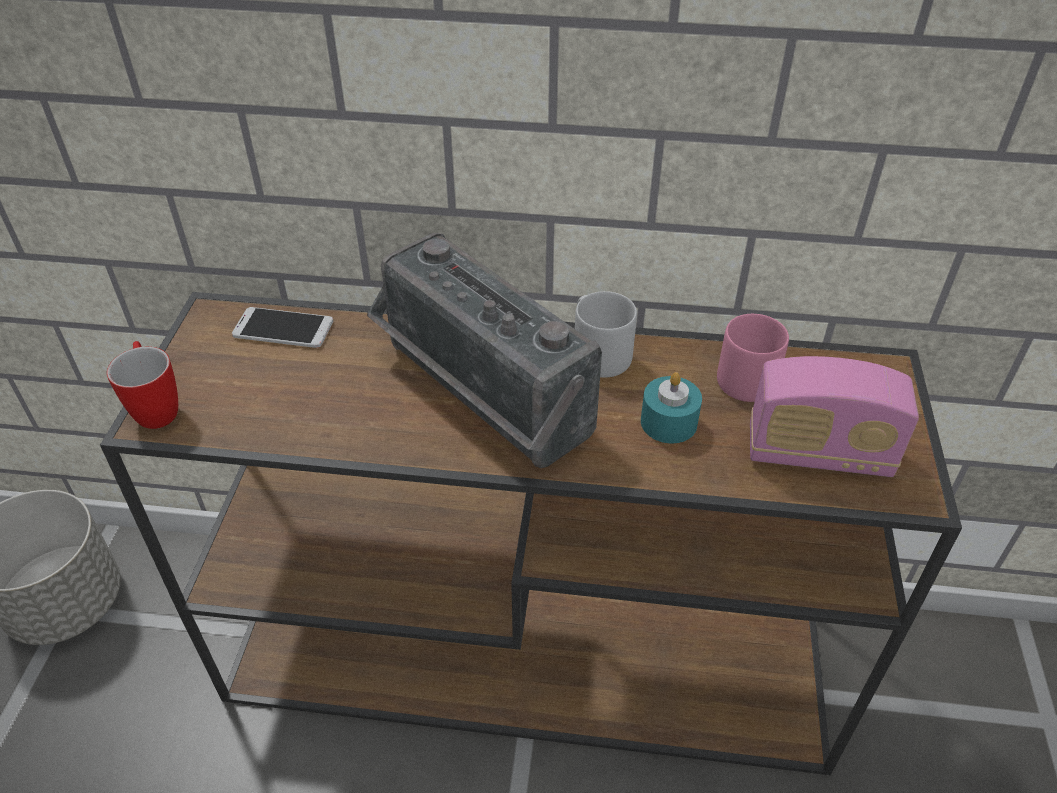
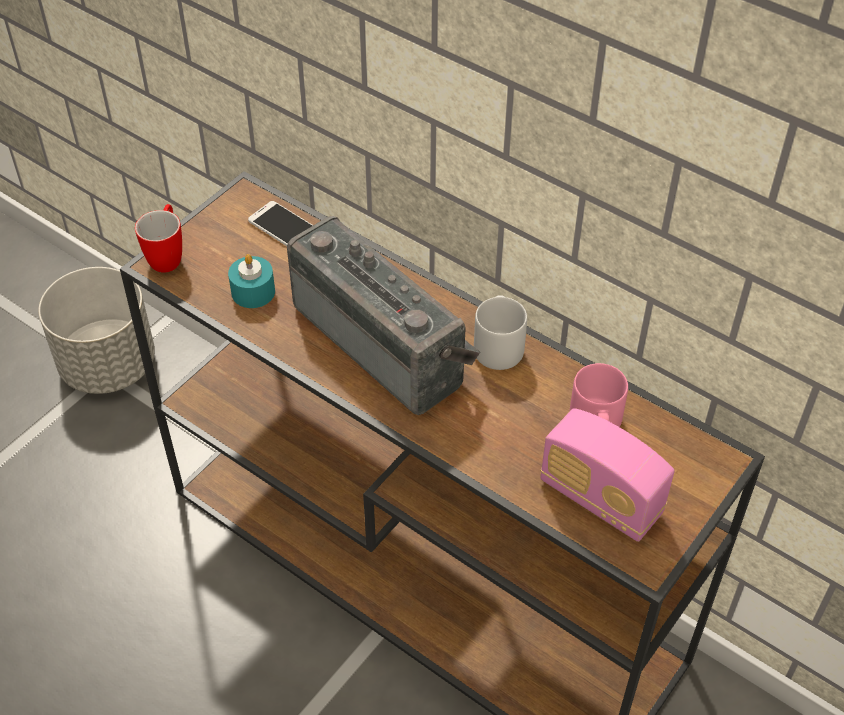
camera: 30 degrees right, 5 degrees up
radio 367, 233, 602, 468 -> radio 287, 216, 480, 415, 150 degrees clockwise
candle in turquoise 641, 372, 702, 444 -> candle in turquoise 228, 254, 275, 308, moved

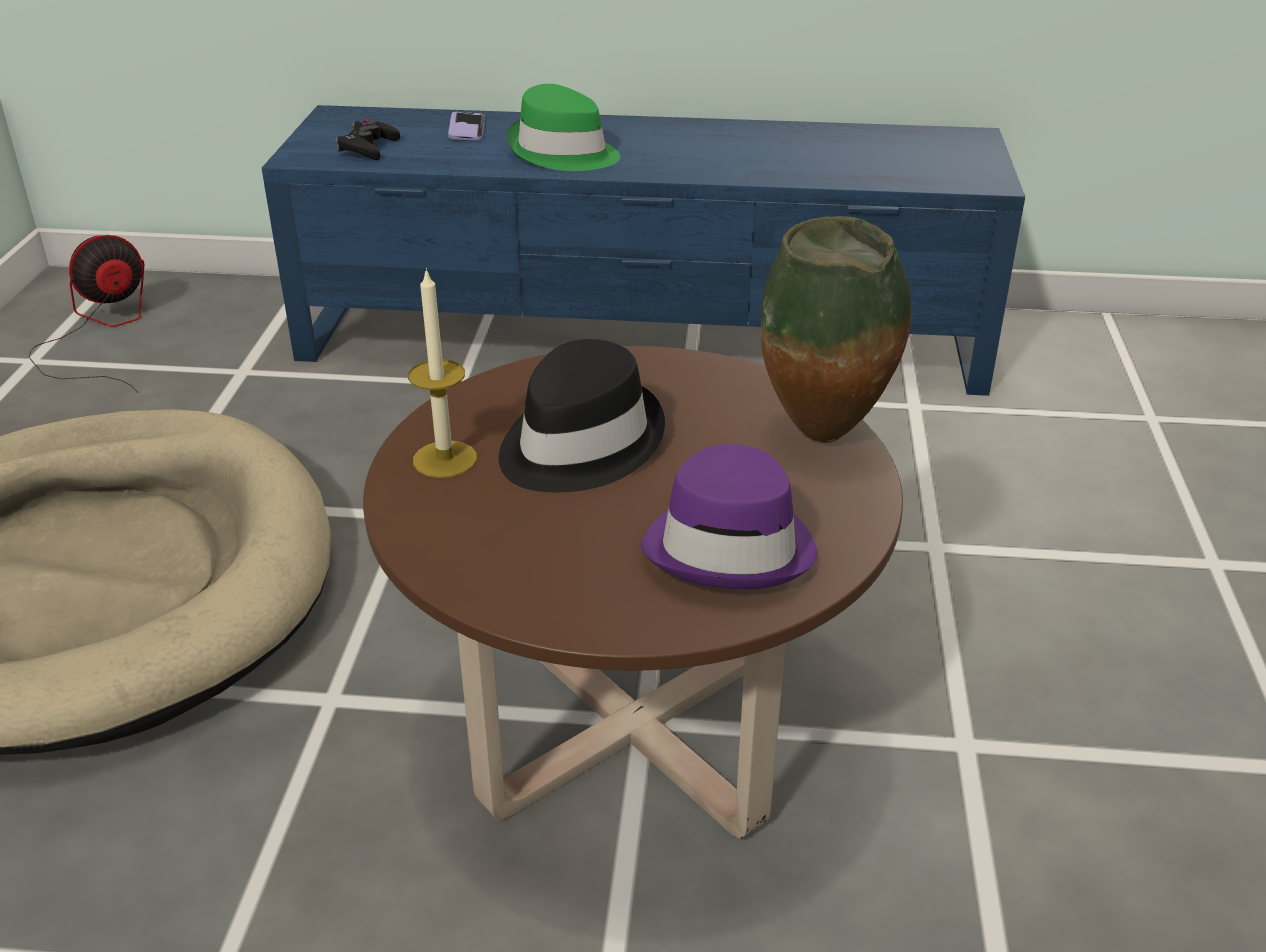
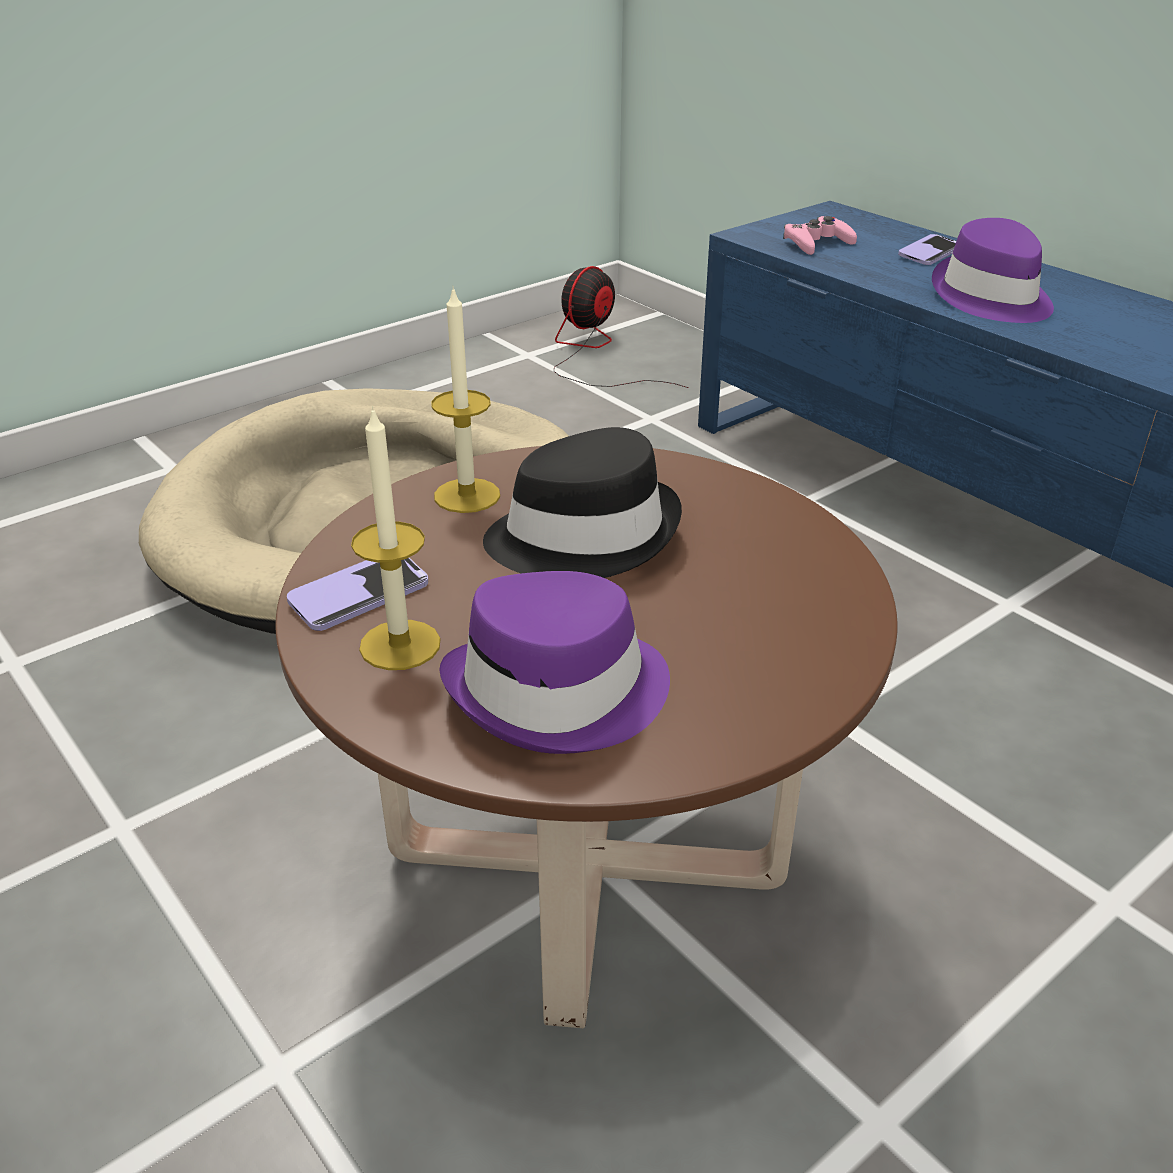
camera: 45 degrees right, 0 degrees up
hat in green 507, 84, 620, 171 -> hat in purple 932, 218, 1054, 323
game controller in black 335, 120, 400, 160 -> game controller in pink 783, 216, 857, 255
vase 761, 216, 911, 443 -> none
fan 29, 235, 144, 393 -> fan 554, 266, 689, 388, 60 degrees counterclockwise
none -> candle 351, 406, 441, 670
none -> phone 287, 558, 428, 631

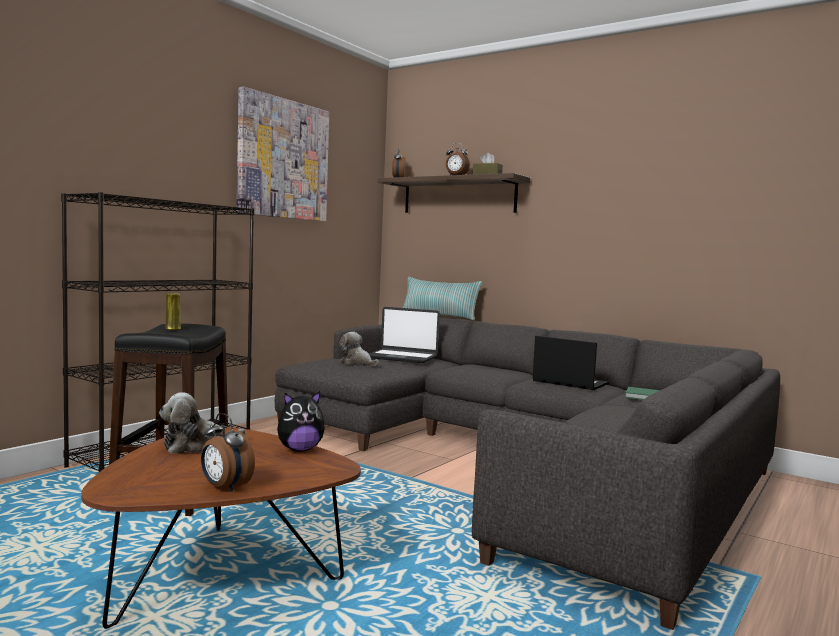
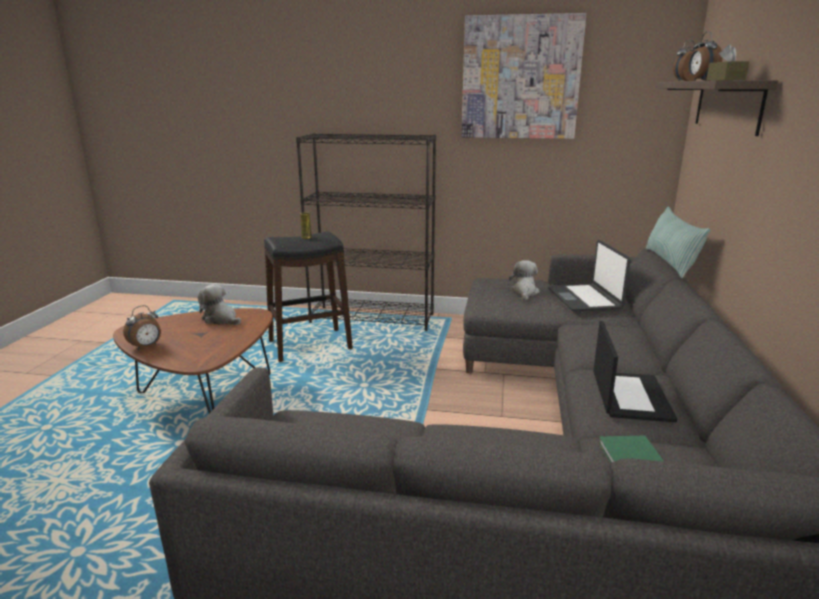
camera: 65 degrees right, 15 degrees up
plush toy 277, 391, 325, 451 -> none
alarm clock 201, 413, 255, 492 -> alarm clock 123, 305, 161, 350, 150 degrees counterclockwise

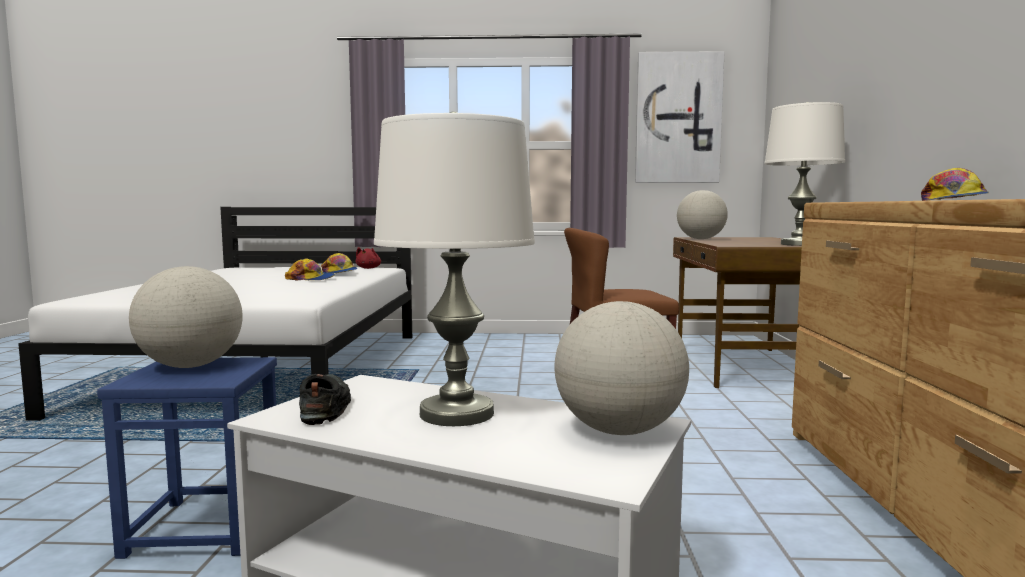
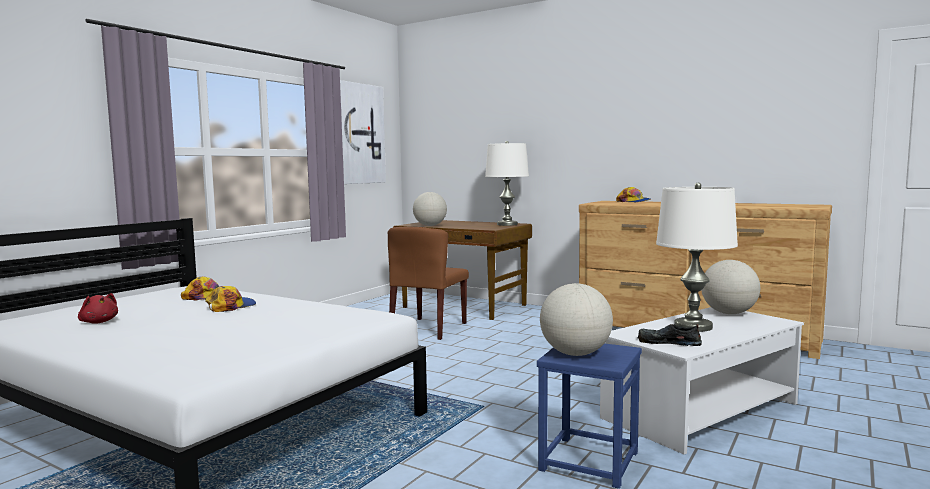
camera: 60 degrees left, 0 degrees up
plush toy in red 356, 247, 381, 269 -> plush toy in red 78, 293, 118, 324, moved

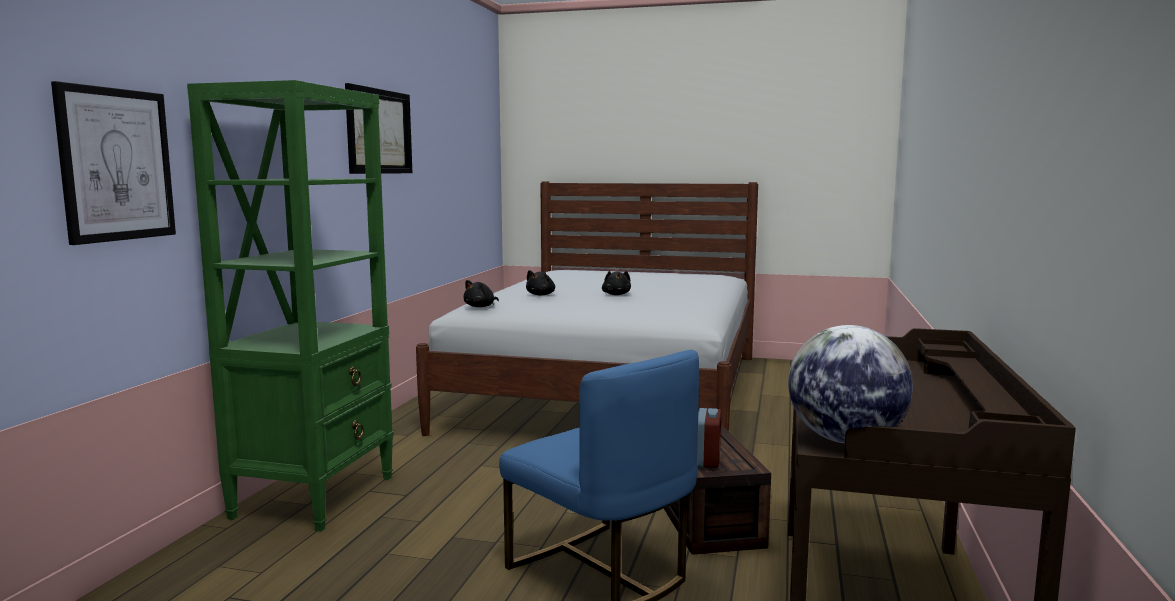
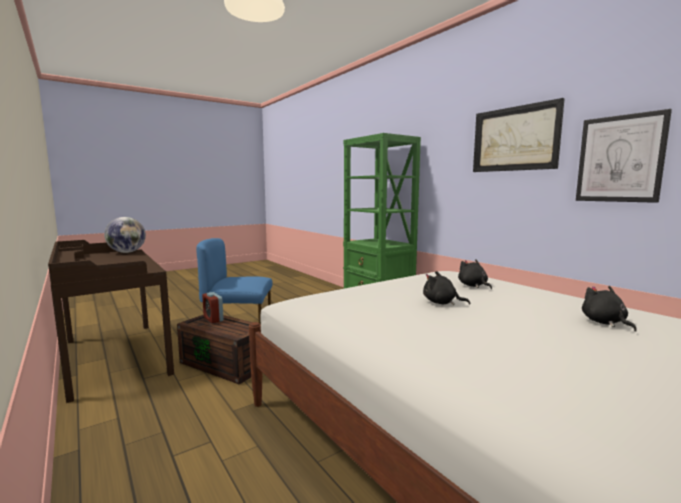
camera: 130 degrees right, 0 degrees up
picture 51, 81, 176, 245 -> picture 576, 109, 672, 203, moved
plush toy in black 463, 280, 499, 307 -> plush toy in black 582, 286, 637, 332, moved

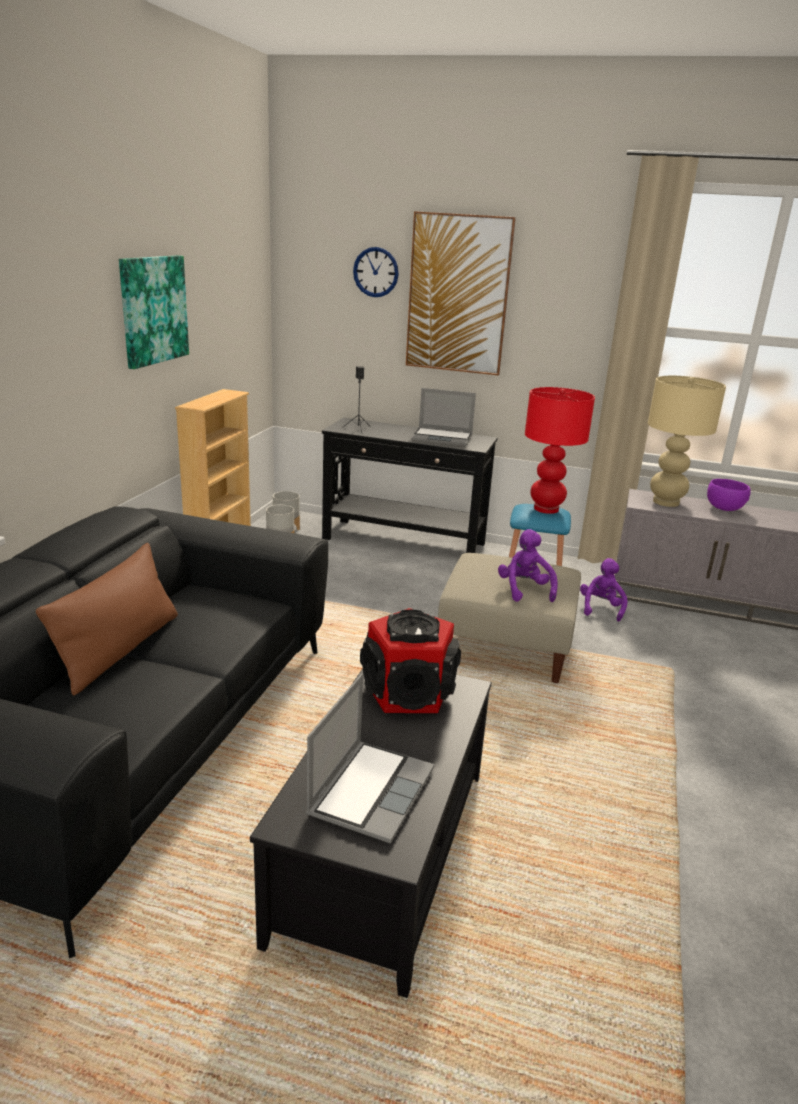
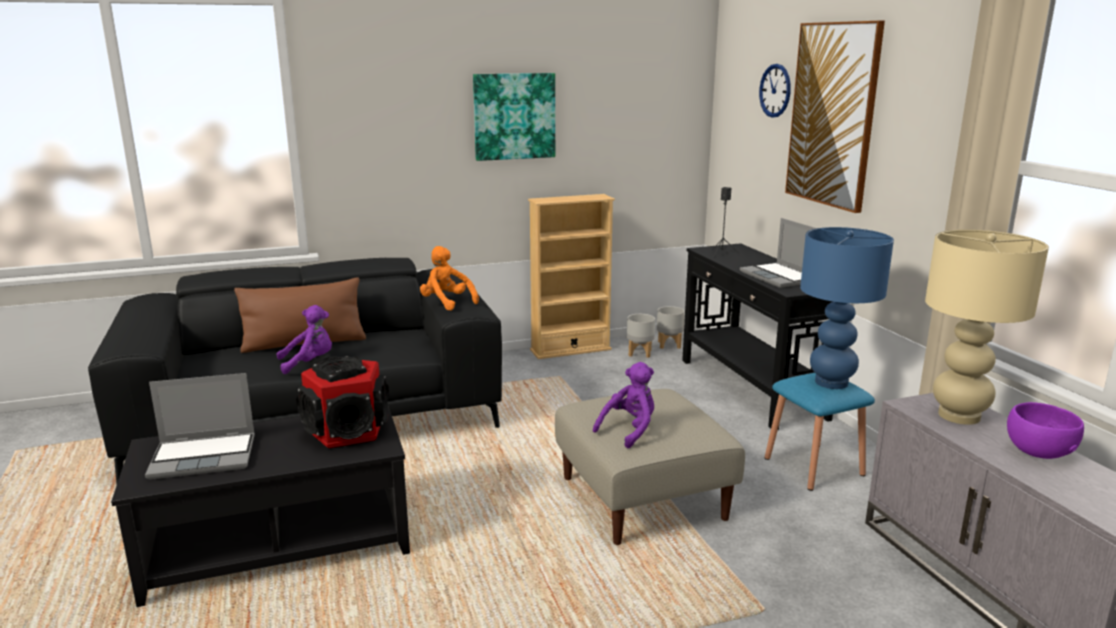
camera: 55 degrees right, 5 degrees down
table lamp in red 525, 387, 595, 514 -> table lamp in blue 800, 227, 894, 389
plush toy in purple 580, 558, 628, 622 -> plush toy in purple 276, 305, 332, 374, moved
none -> plush toy in orange 420, 246, 479, 311

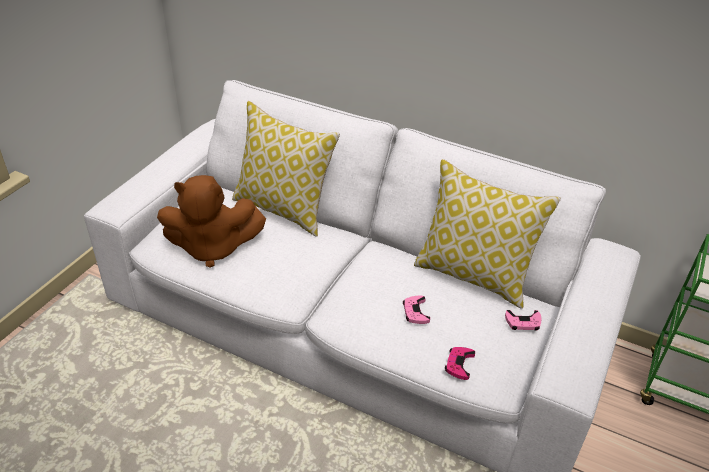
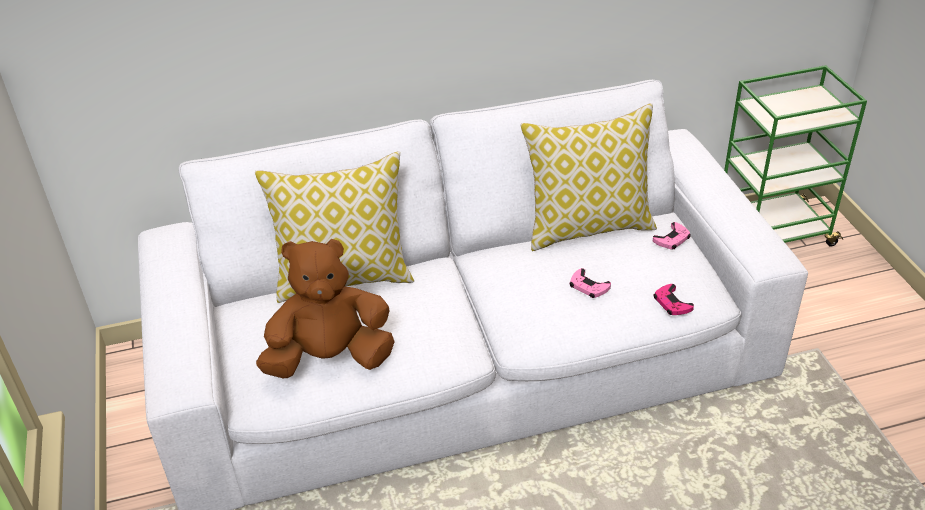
camera: 40 degrees left, 0 degrees up
plush toy in brown 157, 175, 266, 268 -> plush toy in brown 256, 239, 395, 378, 150 degrees counterclockwise

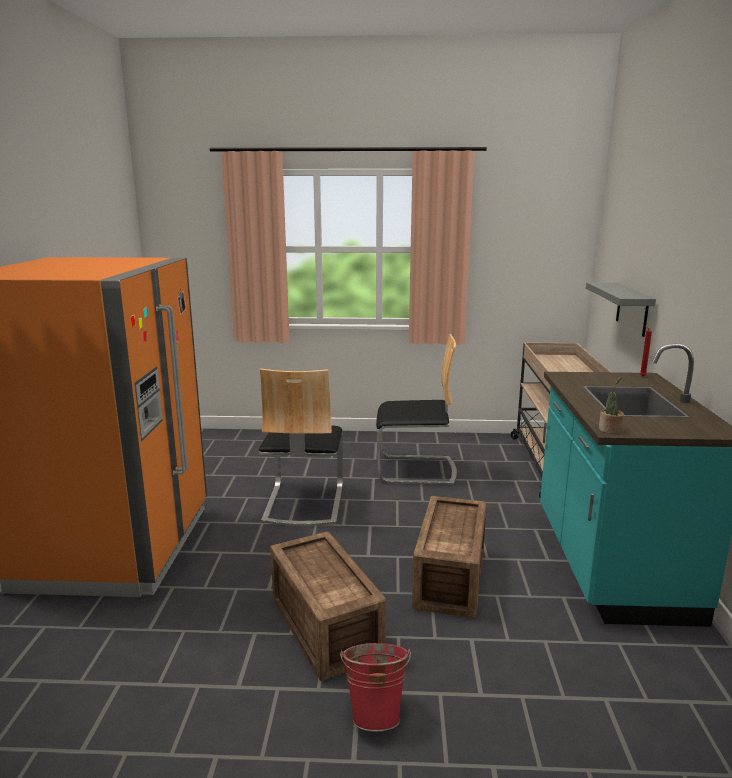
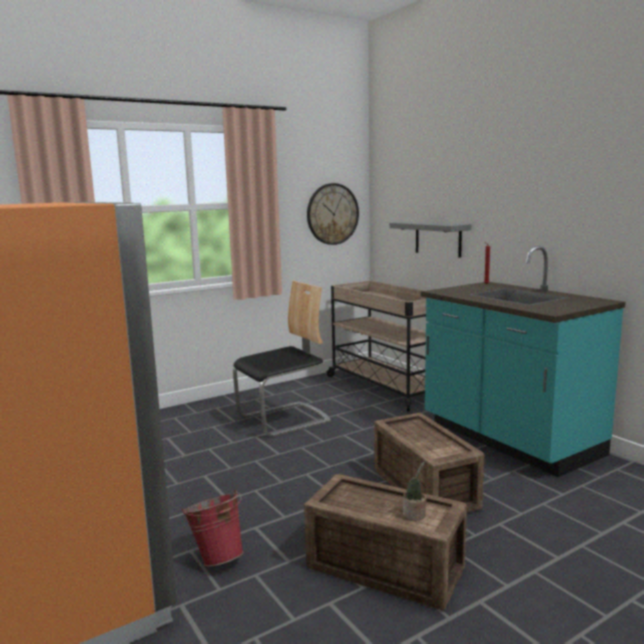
camera: 35 degrees left, 5 degrees down
chair 259, 369, 343, 526 -> none
potted plant 599, 377, 624, 434 -> potted plant 403, 462, 426, 521, moved
bucket in red 340, 643, 411, 732 -> bucket in red 182, 490, 244, 567, moved
none -> wall clock 307, 183, 359, 245

